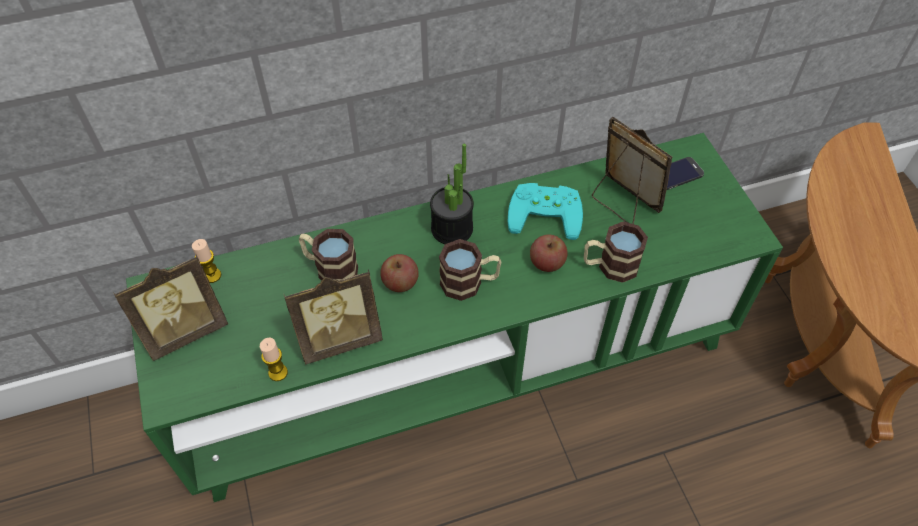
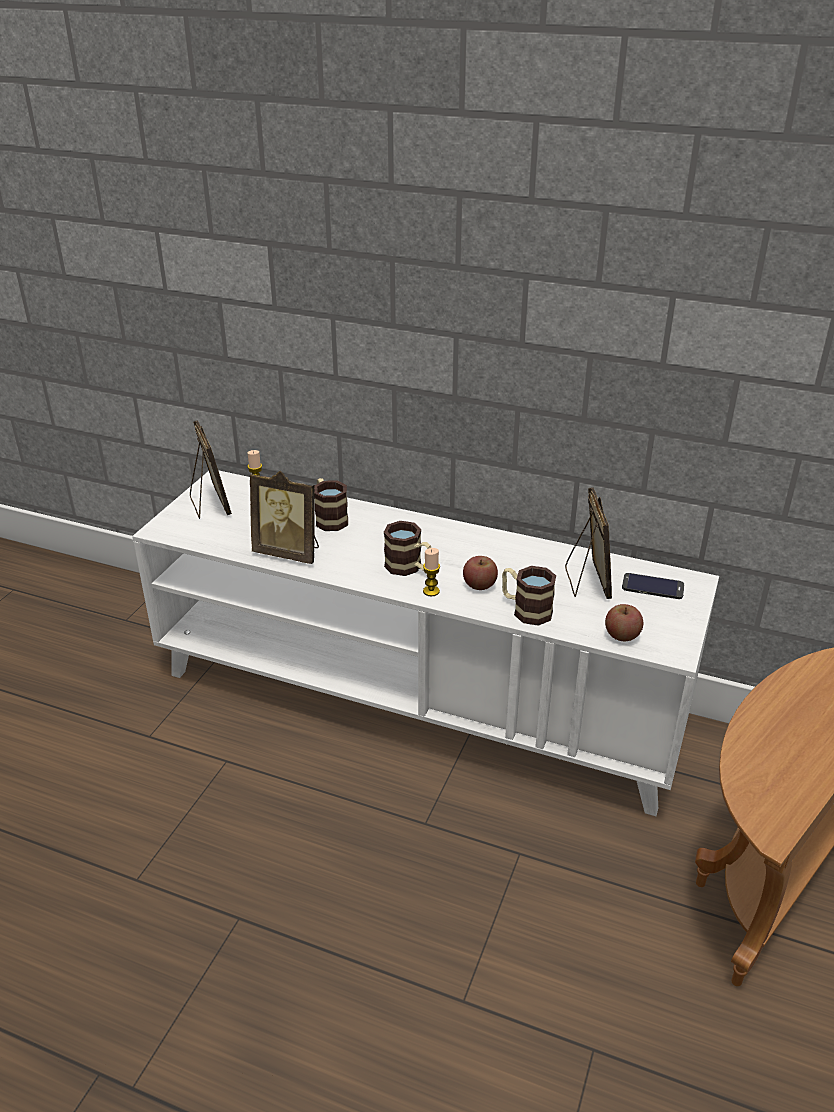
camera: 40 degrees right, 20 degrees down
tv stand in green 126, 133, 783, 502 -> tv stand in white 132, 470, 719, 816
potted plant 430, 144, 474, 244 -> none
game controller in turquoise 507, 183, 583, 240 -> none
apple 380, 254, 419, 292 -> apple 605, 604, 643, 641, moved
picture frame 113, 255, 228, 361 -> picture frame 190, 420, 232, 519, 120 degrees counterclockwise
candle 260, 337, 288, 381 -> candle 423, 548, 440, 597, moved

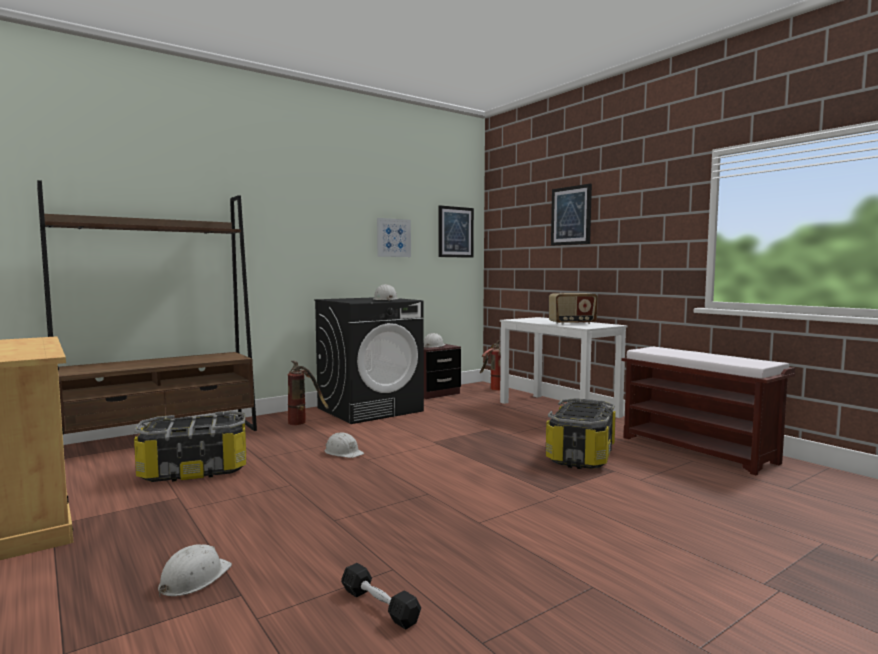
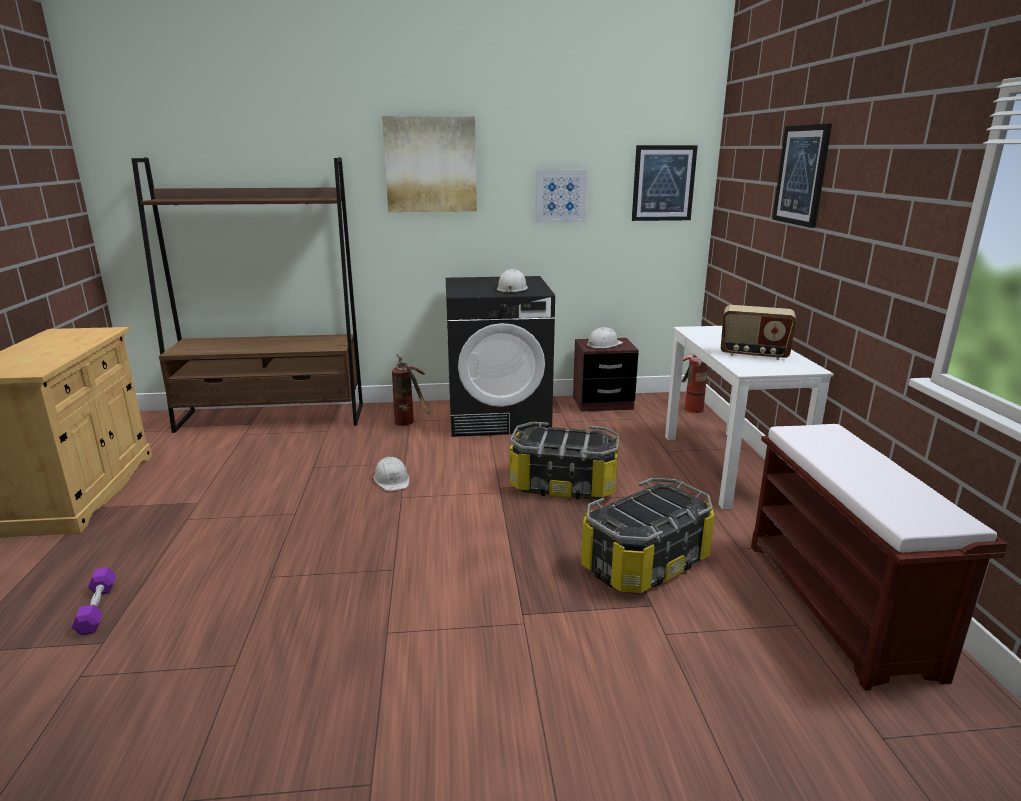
camera: 30 degrees right, 15 degrees up
storage box 134, 411, 246, 482 -> storage box 509, 422, 619, 499, moved
hard hat in white 158, 545, 232, 597 -> dumbbell in purple 72, 567, 116, 636
dumbbell in black 341, 563, 421, 630 -> none
none -> picture 382, 116, 477, 212

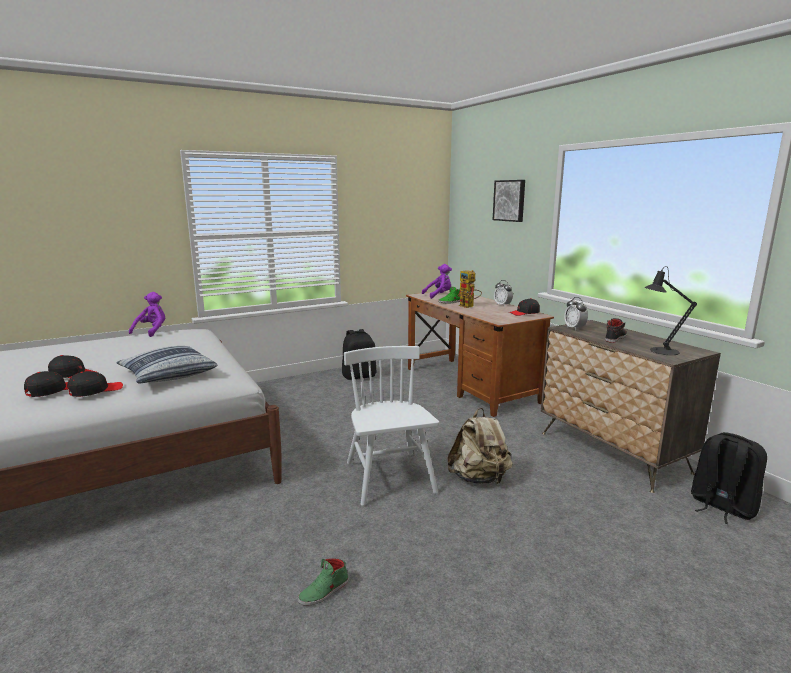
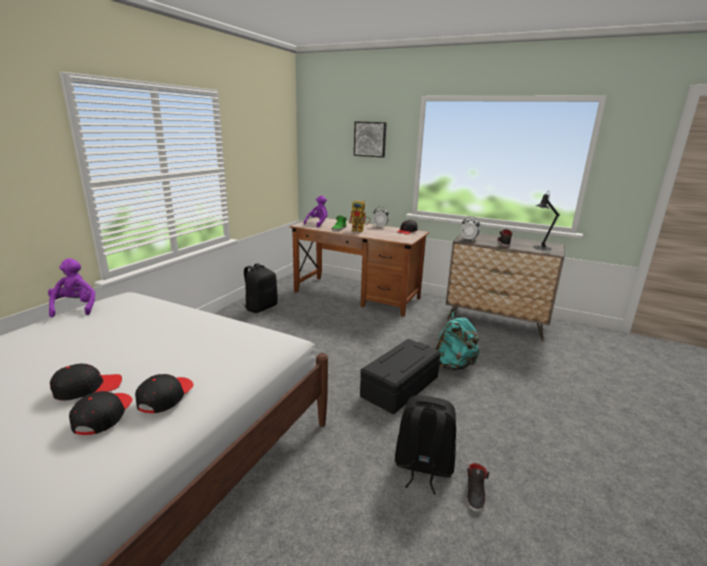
camera: 35 degrees left, 5 degrees up
pillow 116, 346, 218, 383 -> none
chair in white 344, 346, 439, 506 -> storage box in black 360, 339, 441, 414
backpack in beige 448, 408, 513, 484 -> backpack in turquoise 435, 312, 480, 370
backpack in black 691, 432, 767, 524 -> backpack in black 395, 395, 456, 494, moved
shoe in green 298, 558, 348, 606 -> shoe in black 467, 463, 489, 512

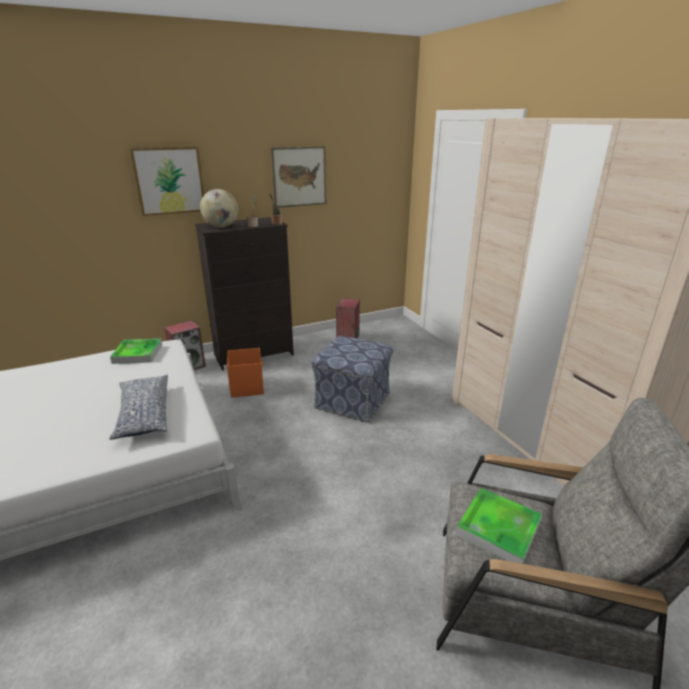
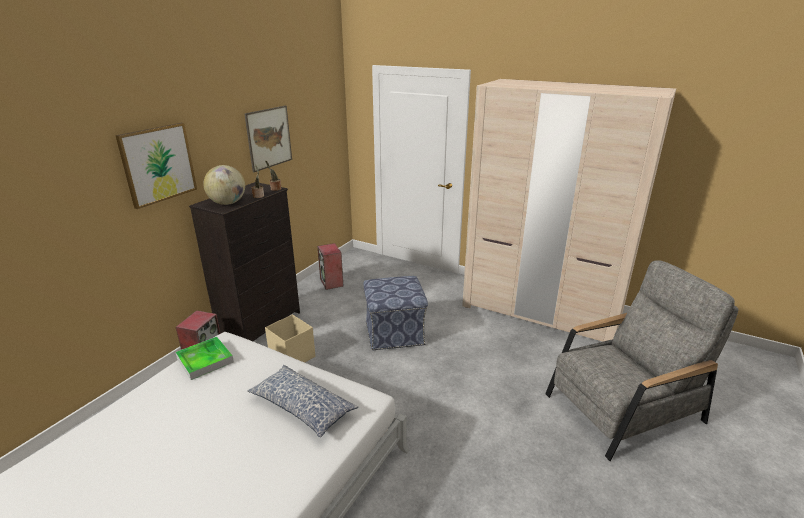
camera: 35 degrees left, 0 degrees up
storage box in orange 227, 348, 264, 398 -> storage box in beige 265, 314, 315, 363
tray 456, 488, 542, 564 -> none

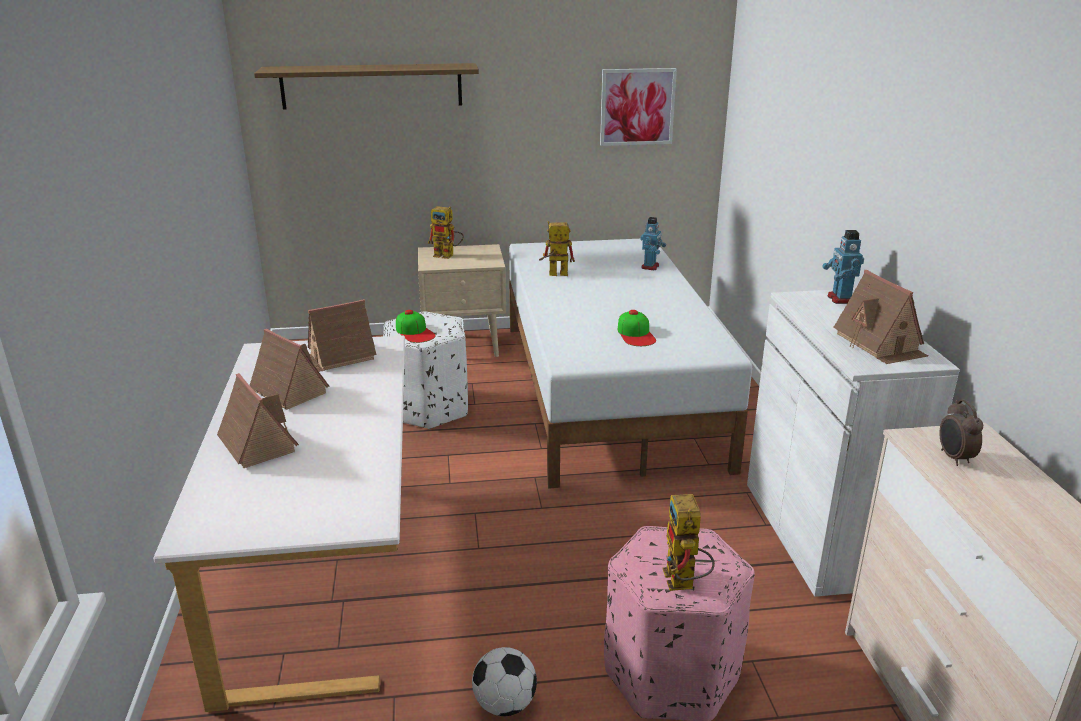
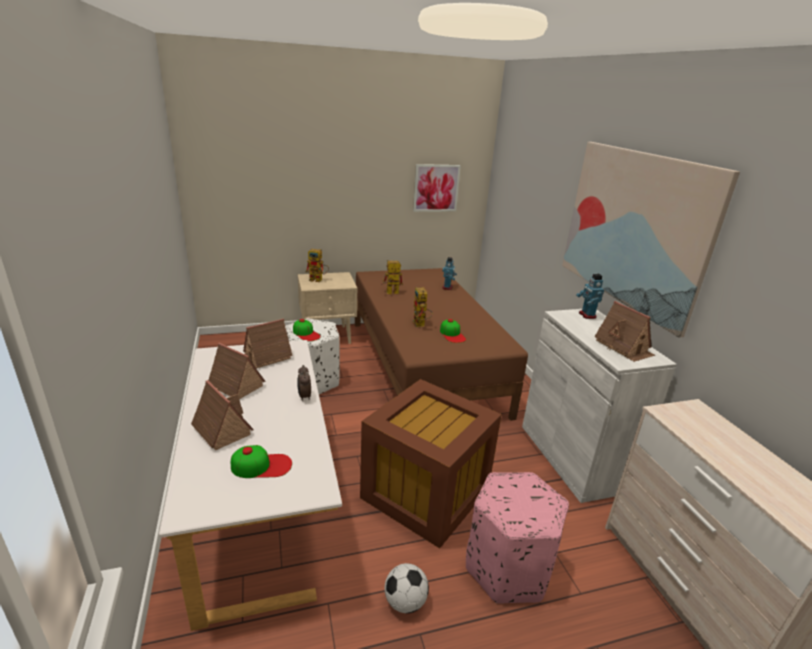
camera: 10 degrees left, 0 degrees up
shelf 254, 63, 479, 109 -> none
bed in white 509, 239, 752, 489 -> bed in brown 355, 268, 528, 421
alarm clock 939, 399, 983, 466 -> alarm clock 297, 365, 311, 401, moved
toy robot 663, 494, 715, 591 -> toy robot 412, 287, 433, 327, moved
none -> picture 562, 142, 740, 337
none -> storage box in brown 360, 379, 502, 548
none -> cap 231, 445, 292, 478

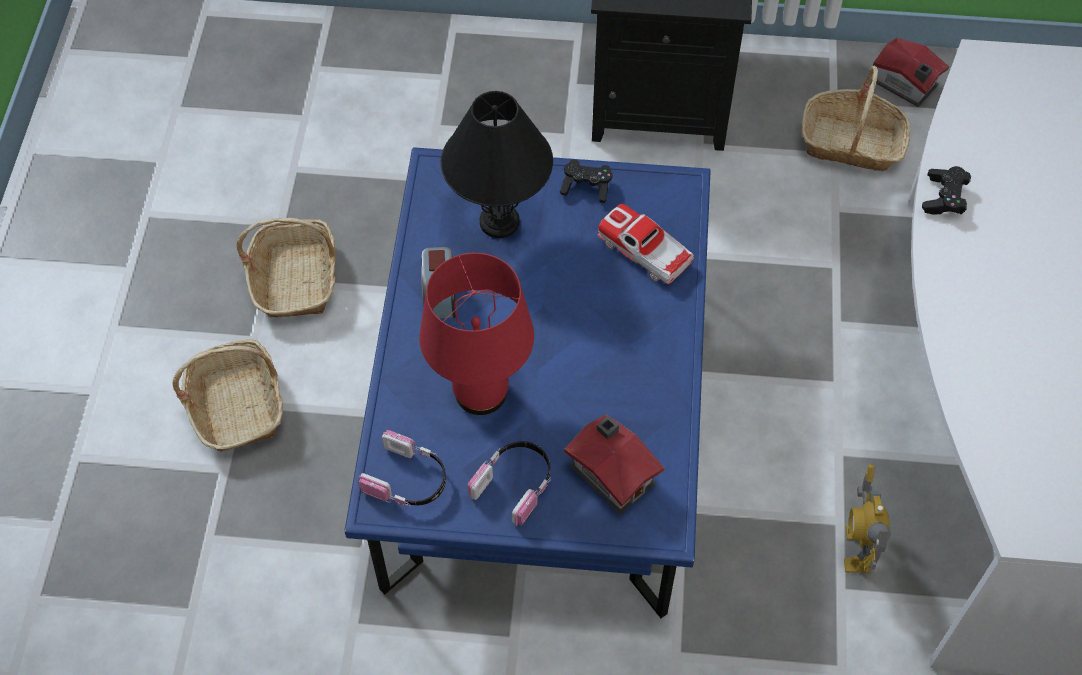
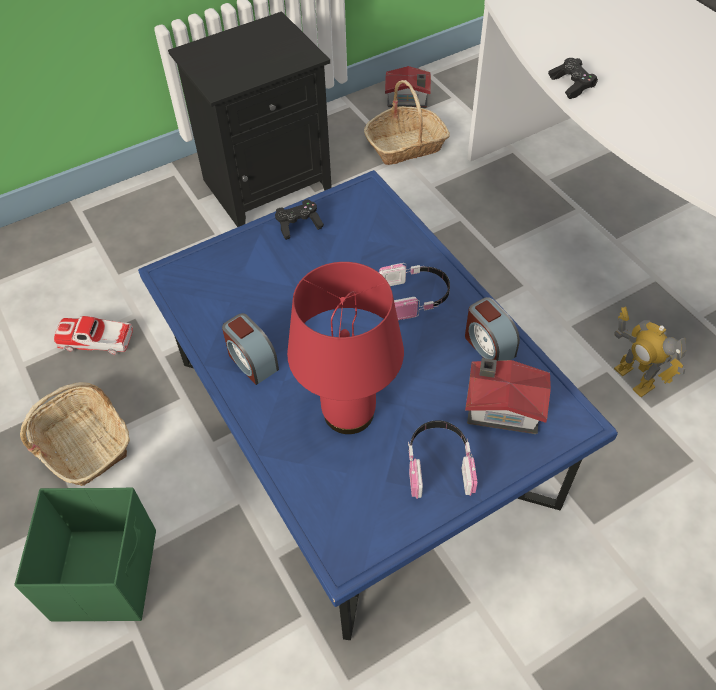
camera: 35 degrees left, 5 degrees down
table lamp in black 441, 91, 553, 238 -> none
toy car 597, 204, 694, 284 -> toy car 54, 316, 133, 355, moved
basket 172, 339, 283, 452 -> storage box in green 14, 487, 156, 622
headphones 358, 430, 446, 507 -> headphones 379, 263, 450, 320, moved
none -> alarm clock 465, 297, 520, 361

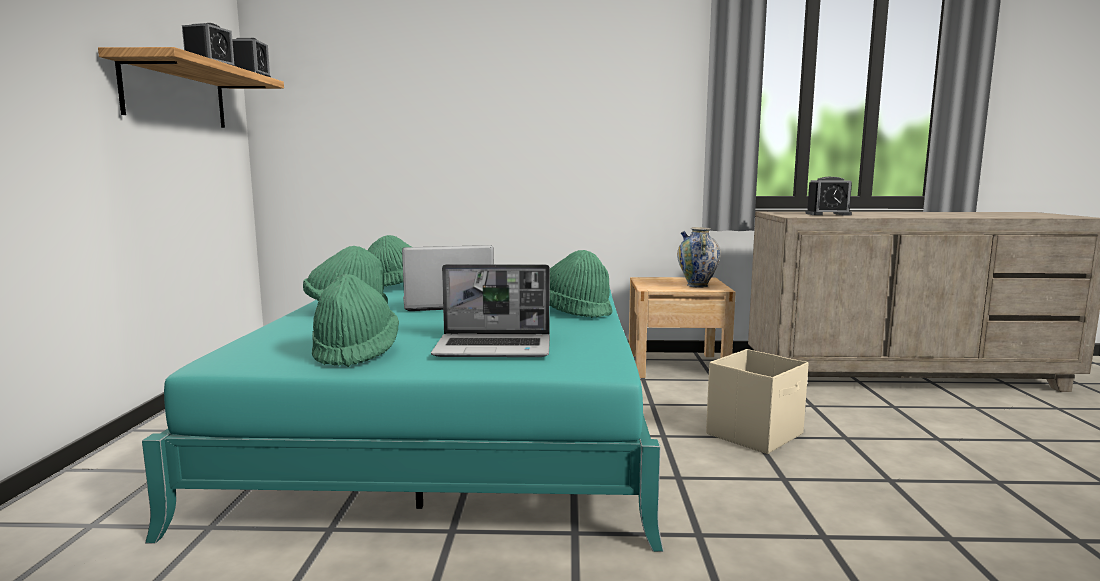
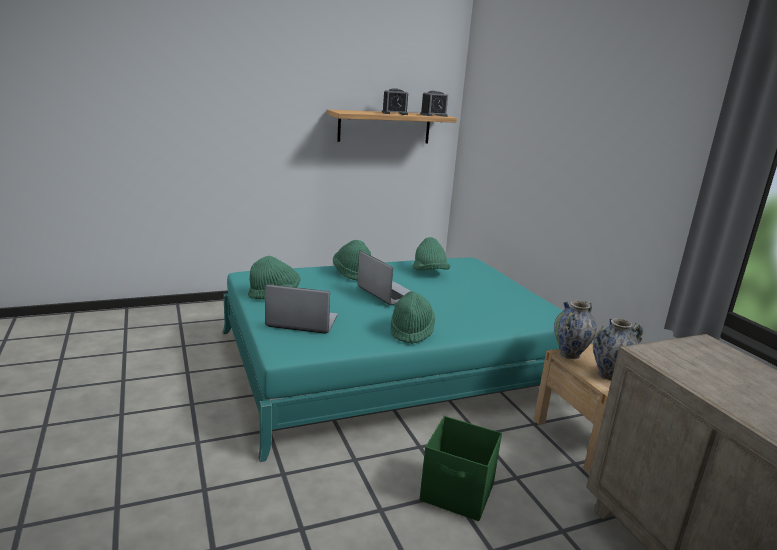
camera: 65 degrees right, 10 degrees up
alarm clock 805, 177, 852, 215 -> none
laptop 431, 264, 550, 357 -> laptop 265, 284, 338, 334, 120 degrees clockwise
storage box in beige 706, 349, 809, 454 -> storage box in green 420, 416, 502, 521
none -> vase 554, 301, 597, 359

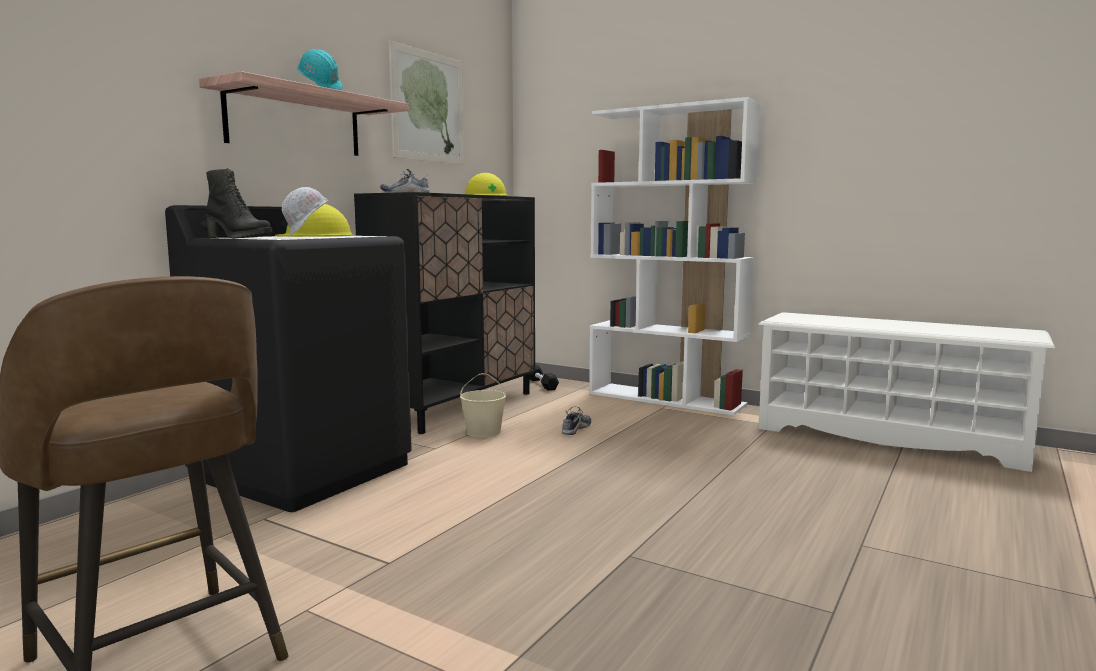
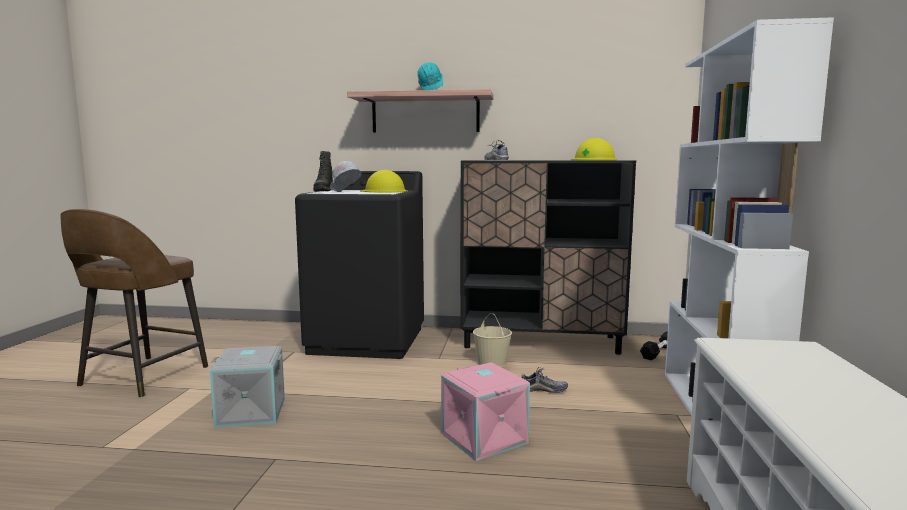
camera: 65 degrees right, 0 degrees up
picture 389, 41, 464, 165 -> none
none -> storage box in grey 210, 346, 285, 428
none -> storage box in pink 441, 362, 530, 461

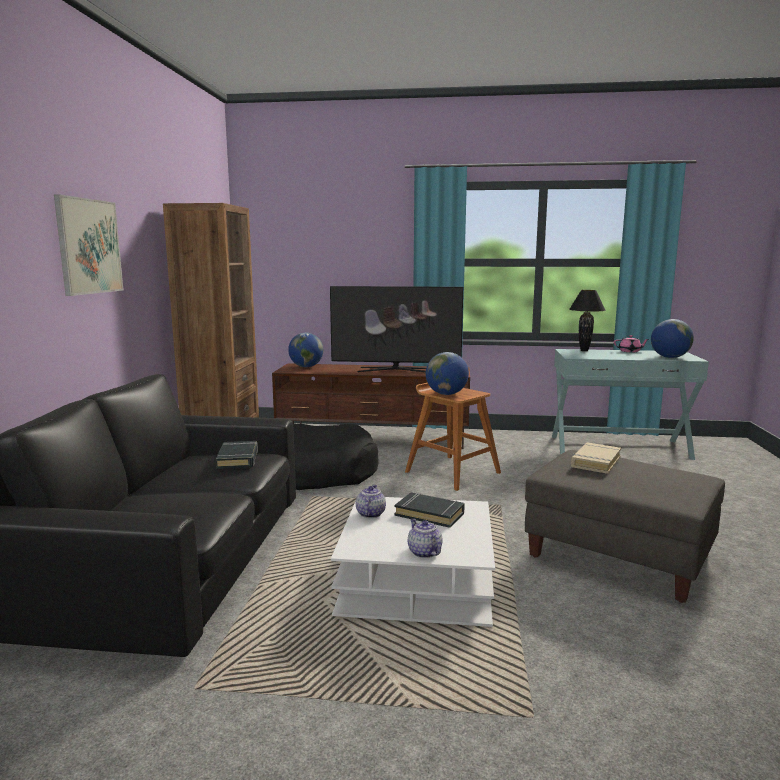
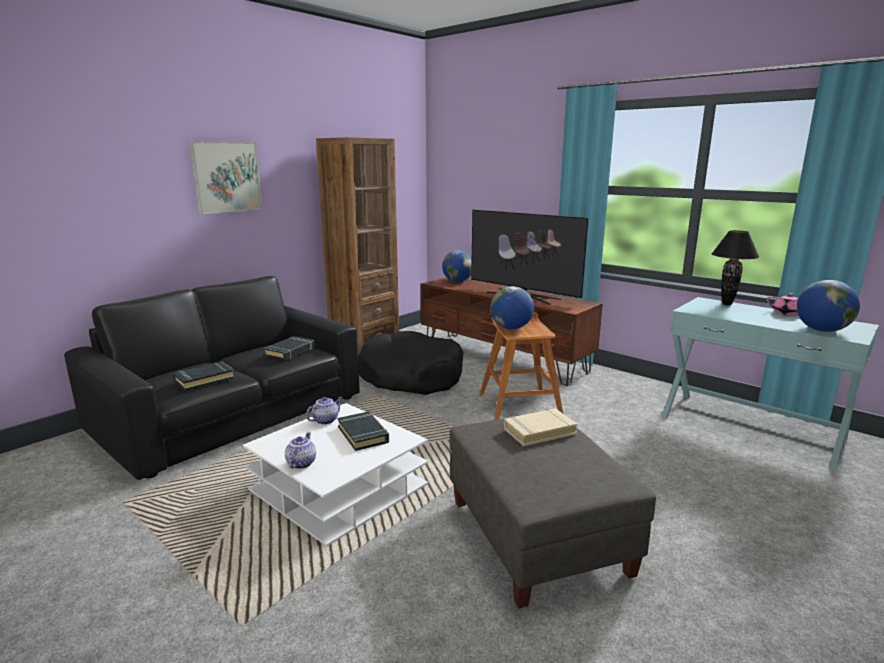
camera: 35 degrees right, 5 degrees up
none -> book in black 173, 361, 235, 391

